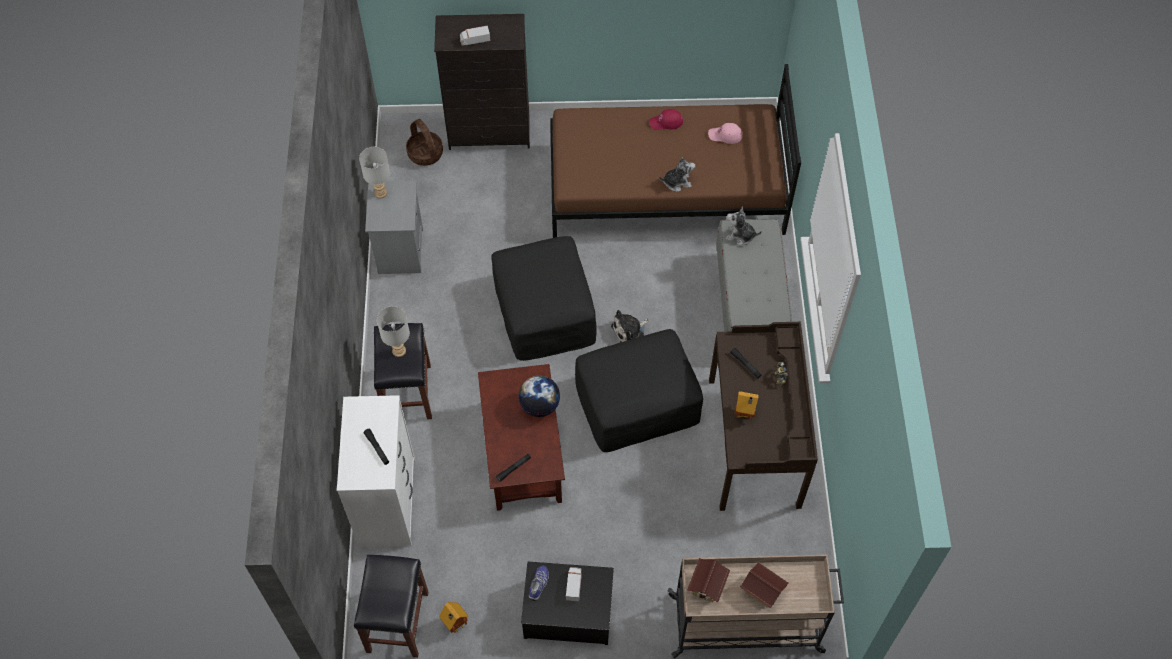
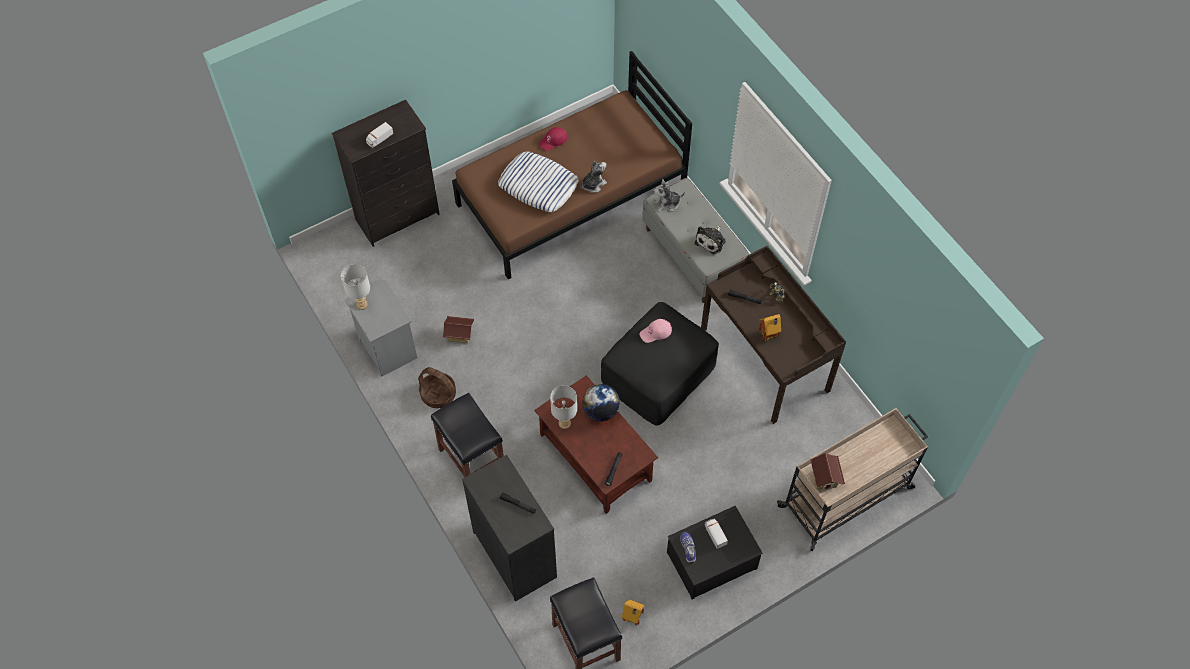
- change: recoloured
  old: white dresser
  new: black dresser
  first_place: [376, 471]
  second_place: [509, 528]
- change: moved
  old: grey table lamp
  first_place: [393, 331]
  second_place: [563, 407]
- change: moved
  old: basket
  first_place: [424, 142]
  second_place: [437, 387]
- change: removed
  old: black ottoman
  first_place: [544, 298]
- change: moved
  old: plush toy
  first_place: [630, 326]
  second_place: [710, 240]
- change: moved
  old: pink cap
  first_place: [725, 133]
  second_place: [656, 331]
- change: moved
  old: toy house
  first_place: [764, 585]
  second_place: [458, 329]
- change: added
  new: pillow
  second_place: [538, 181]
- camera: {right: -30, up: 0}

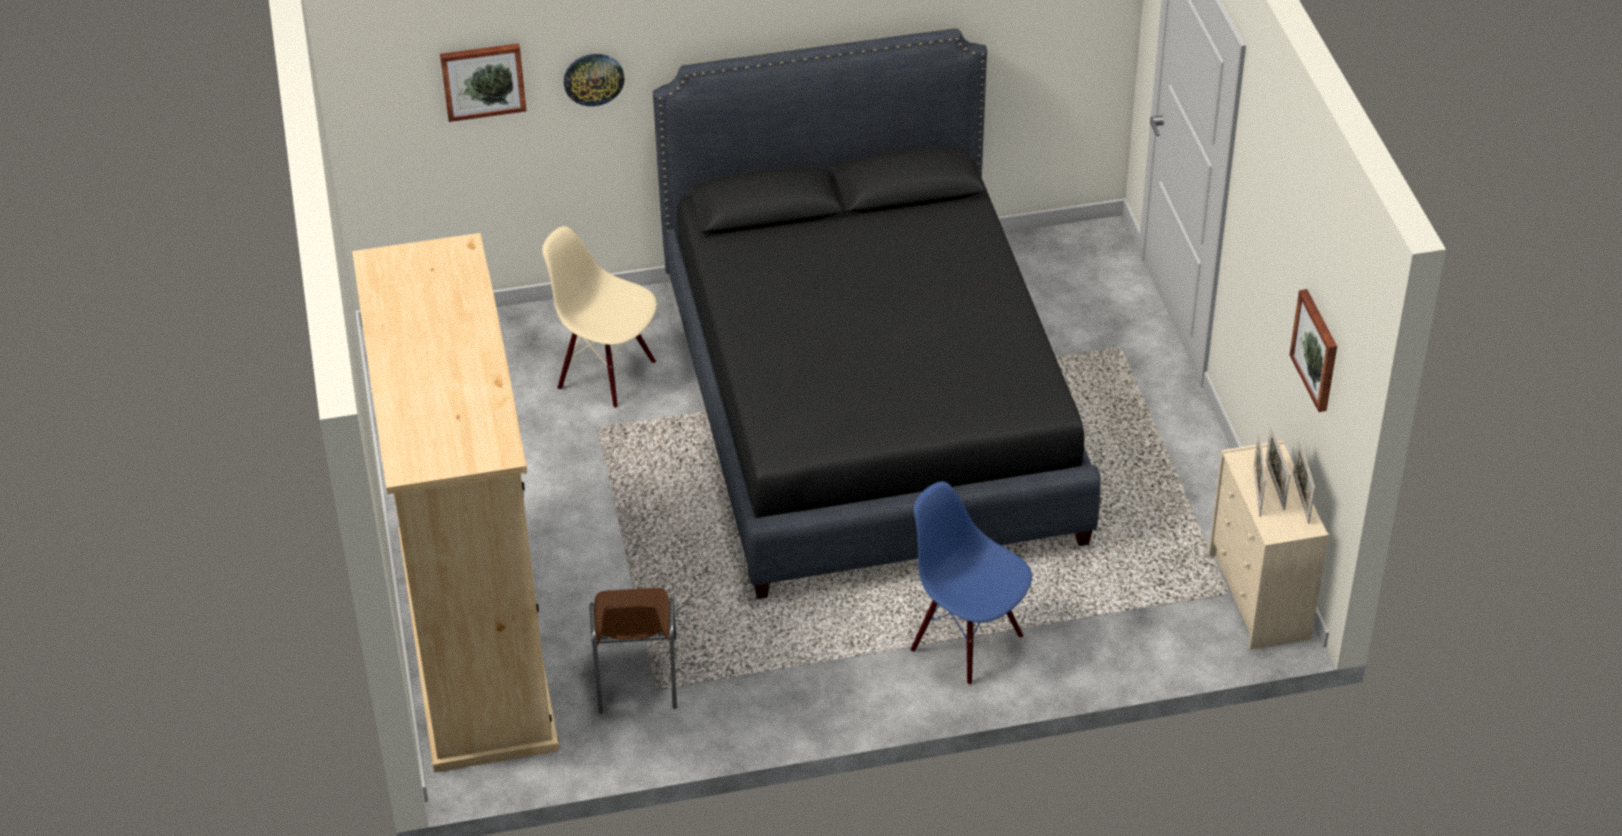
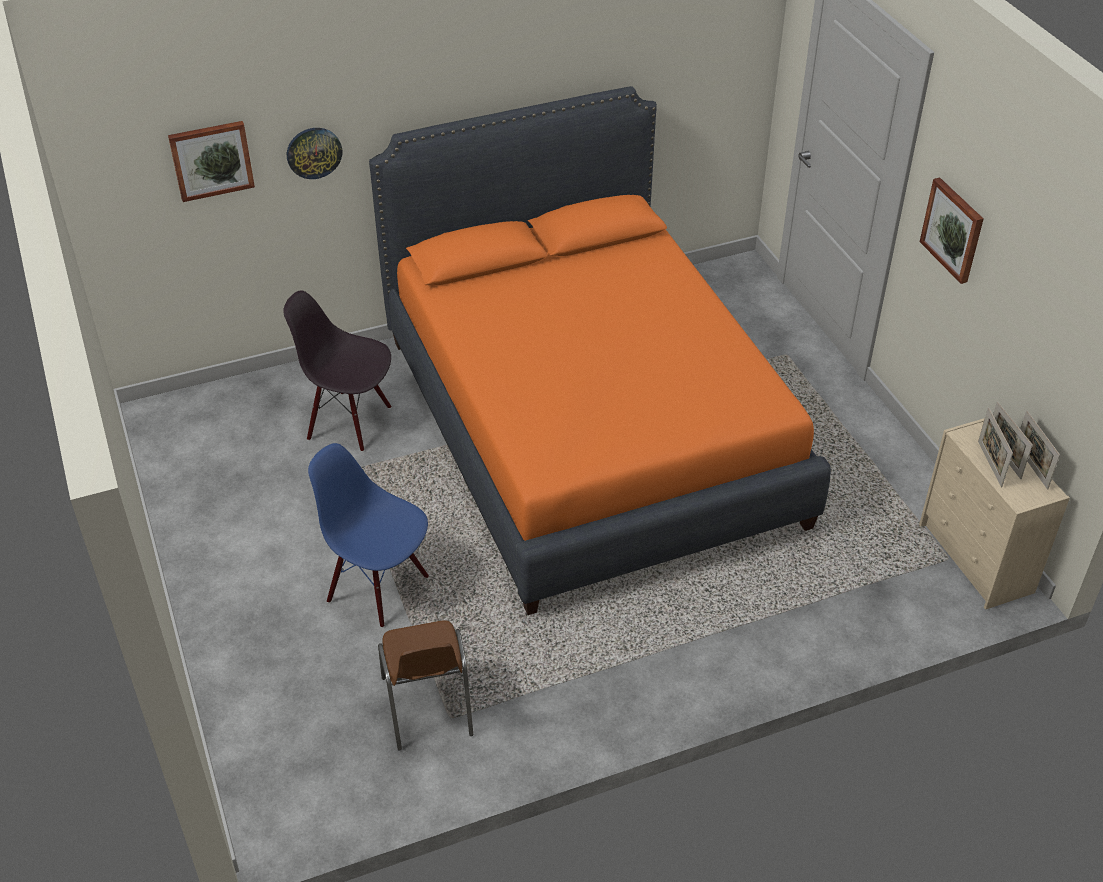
- change: removed
  old: beige wardrobe
  first_place: [455, 502]
- change: recoloured
  old: beige chair
  new: black chair
  first_place: [599, 317]
  second_place: [337, 371]
- change: recoloured
  old: black bed
  new: orange bed
  first_place: [876, 313]
  second_place: [600, 350]
- change: moved
  old: blue chair
  first_place: [971, 583]
  second_place: [368, 535]
- change: moved
  old: picture
  first_place: [1313, 350]
  second_place: [951, 230]
- camera: {right: -10, up: 0}

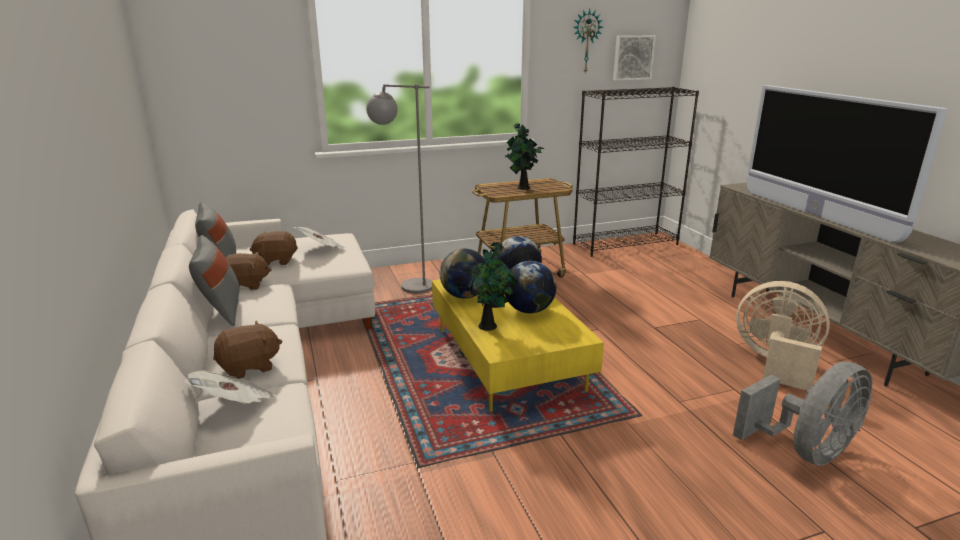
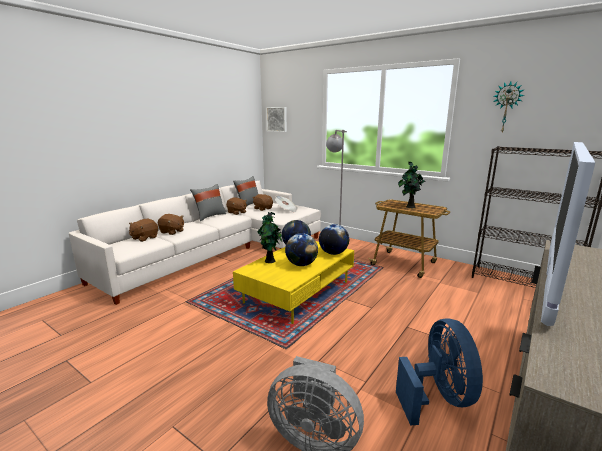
- change: replaced
  old: newspaper
  new: brown plush toy
  first_place: [230, 387]
  second_place: [143, 230]
- change: moved
  old: picture
  first_place: [634, 58]
  second_place: [276, 119]
- change: recoloured
  old: beige fan
  new: blue fan
  first_place: [783, 336]
  second_place: [439, 372]
- camera: {right: 55, up: -5}

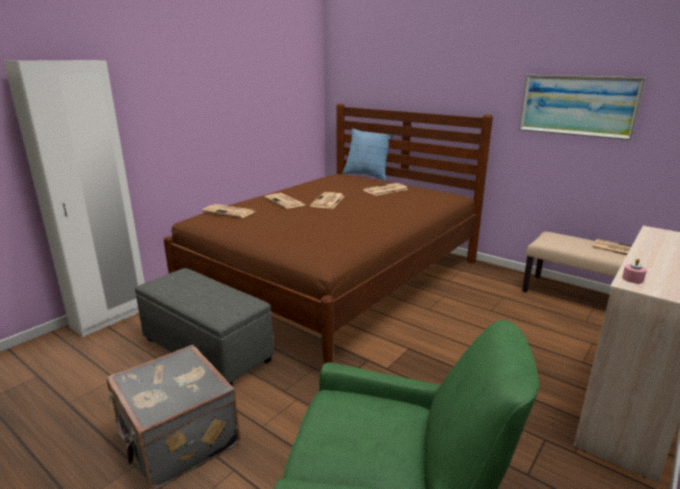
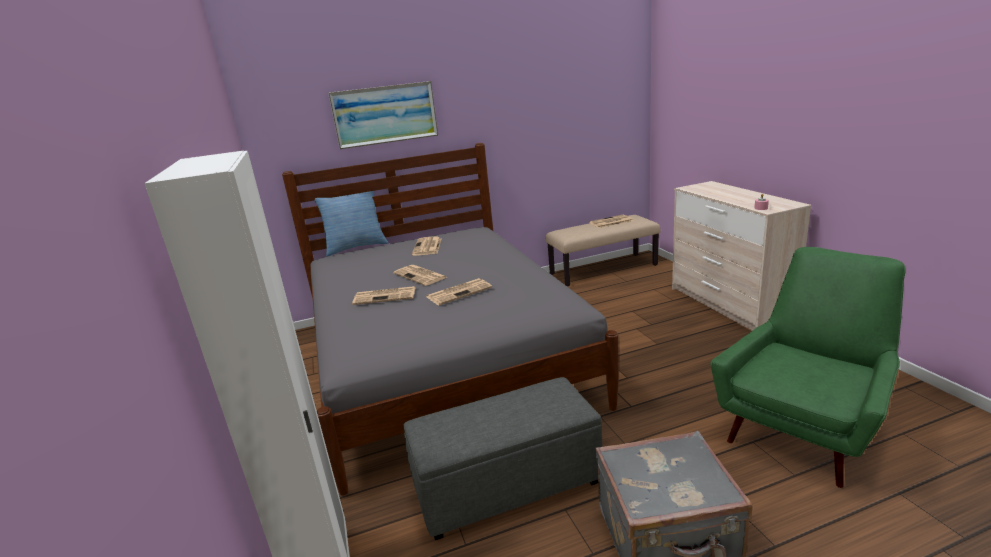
- change: recoloured
  old: brown bed
  new: grey bed
  first_place: [328, 233]
  second_place: [450, 319]
- change: moved
  old: newspaper
  first_place: [229, 211]
  second_place: [459, 291]
- change: moved
  old: picture
  first_place: [582, 107]
  second_place: [383, 115]
- camera: {right: -55, up: 0}

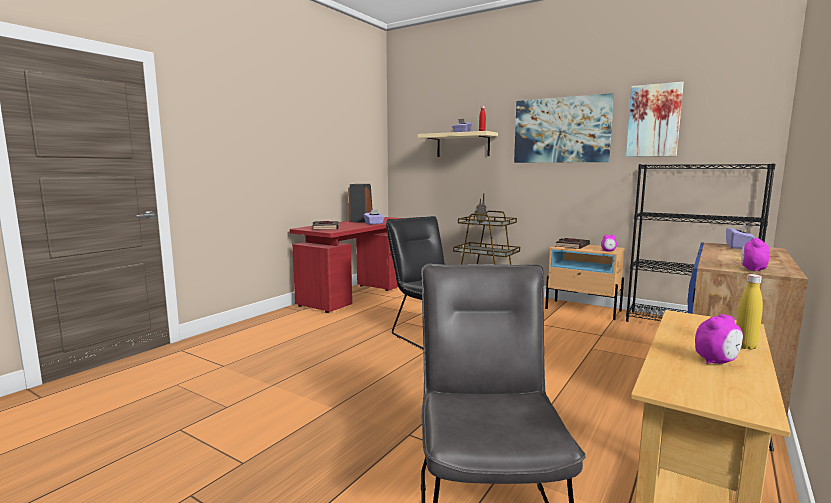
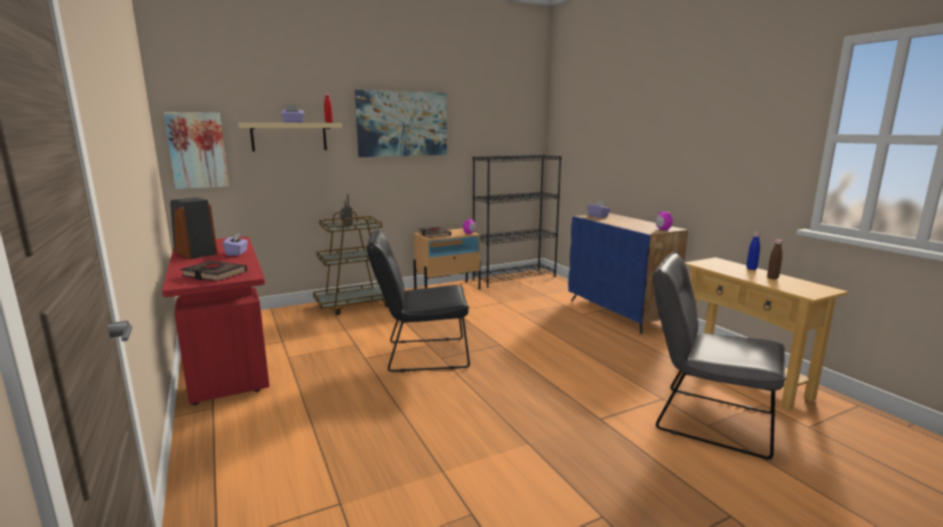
- change: moved
  old: picture
  first_place: [655, 119]
  second_place: [196, 150]
- change: replaced
  old: alarm clock
  new: brown bottle
  first_place: [719, 339]
  second_place: [774, 259]
- change: recoloured
  old: yellow bottle
  new: blue bottle
  first_place: [749, 312]
  second_place: [753, 251]
- camera: {right: -60, up: 5}

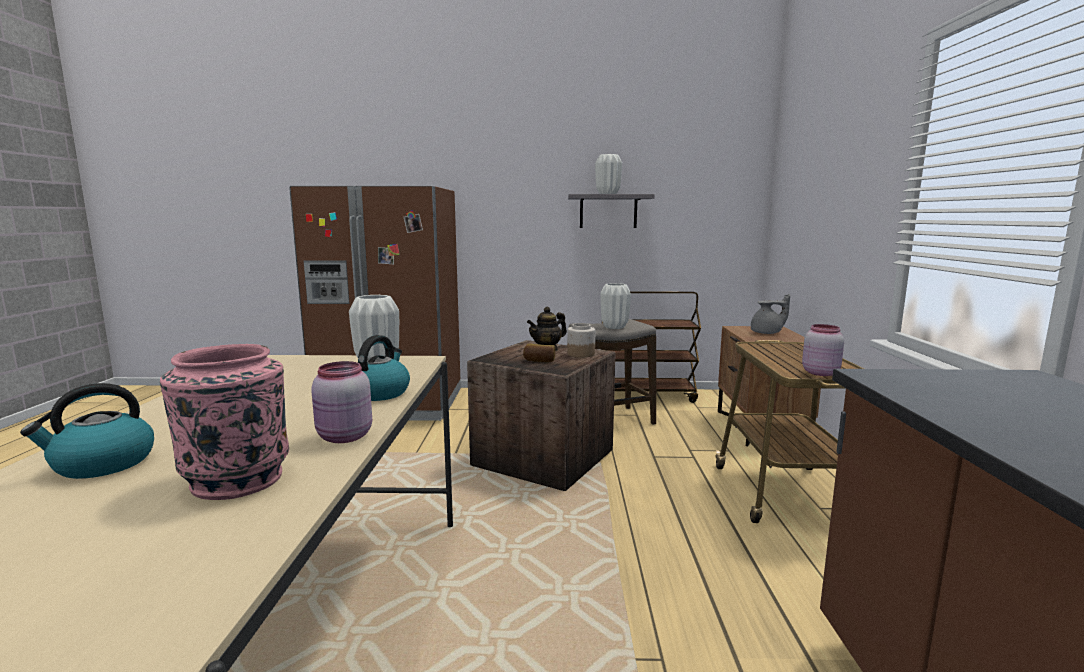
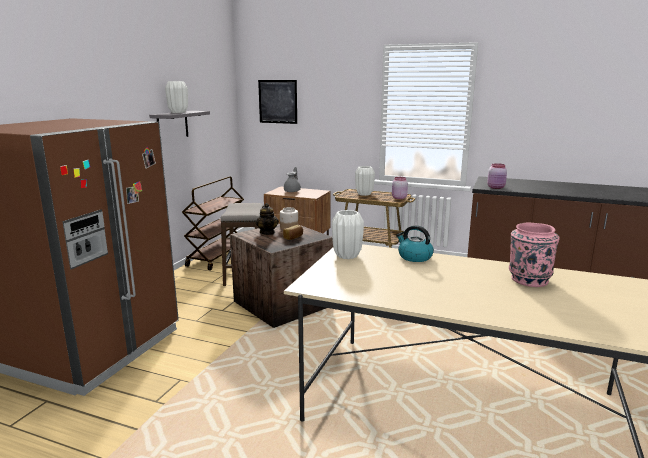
- change: removed
  old: kettle
  first_place: [87, 431]
- change: moved
  old: pink jar
  first_place: [341, 402]
  second_place: [497, 176]
- change: moved
  old: white vase
  first_place: [616, 306]
  second_place: [365, 181]
- change: added
  new: picture
  second_place: [277, 102]
- camera: {right: -70, up: 5}

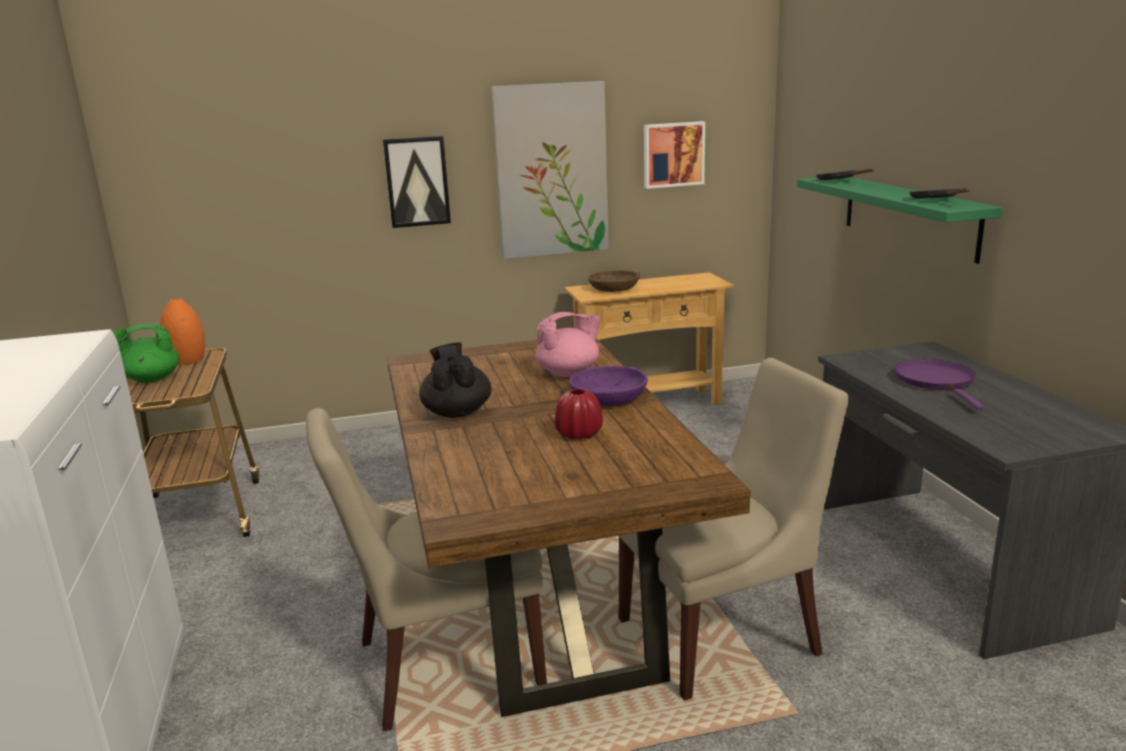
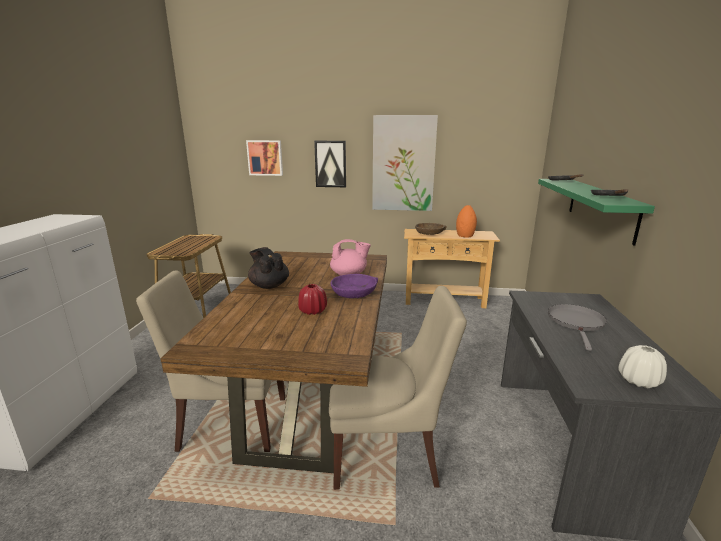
- change: removed
  old: green teapot
  first_place: [146, 353]
- change: moved
  old: orange vase
  first_place: [182, 331]
  second_place: [466, 221]
- change: turned
  old: black teapot
  first_place: [455, 380]
  second_place: [268, 268]
  degrees: -45
- change: moved
  old: picture
  first_place: [674, 155]
  second_place: [264, 158]
- change: recoloured
  old: purple frying pan
  new: grey frying pan
  first_place: [939, 384]
  second_place: [577, 327]
- change: added
  new: white vase
  second_place: [642, 366]
- camera: {right: 20, up: 0}

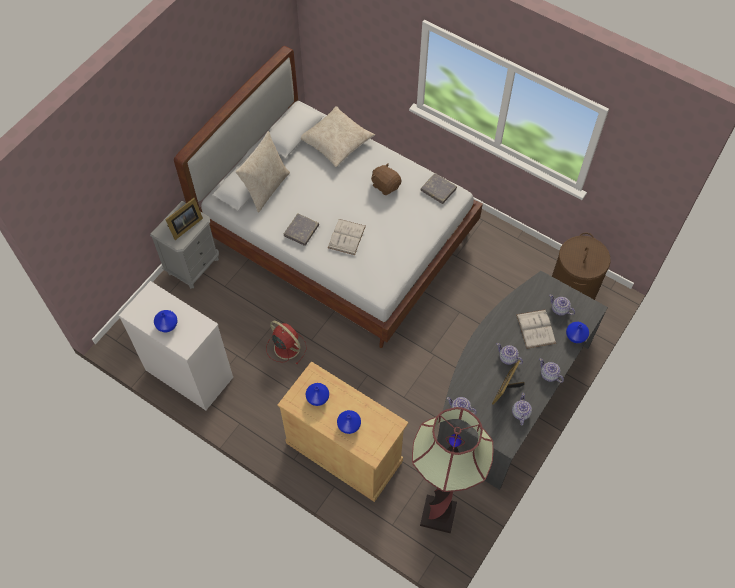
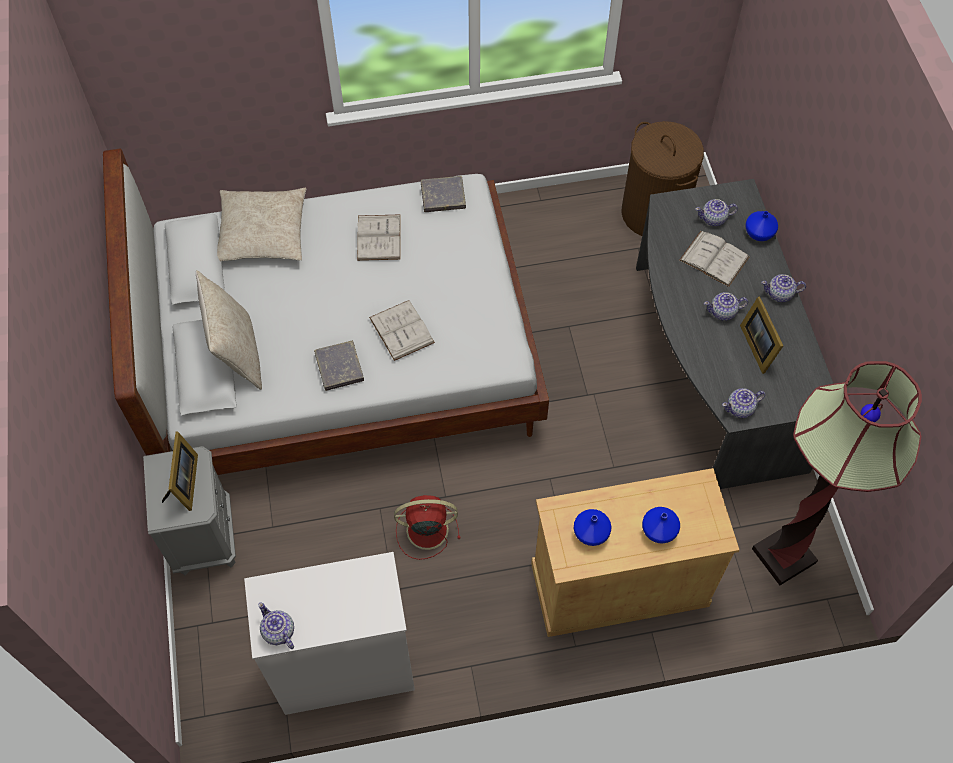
- change: removed
  old: blue vase
  first_place: [166, 321]
- change: replaced
  old: brown plush toy
  new: white book
  first_place: [386, 179]
  second_place: [379, 237]
- change: moved
  old: teapot
  first_place: [522, 409]
  second_place: [276, 625]
- camera: {right: -45, up: 0}

